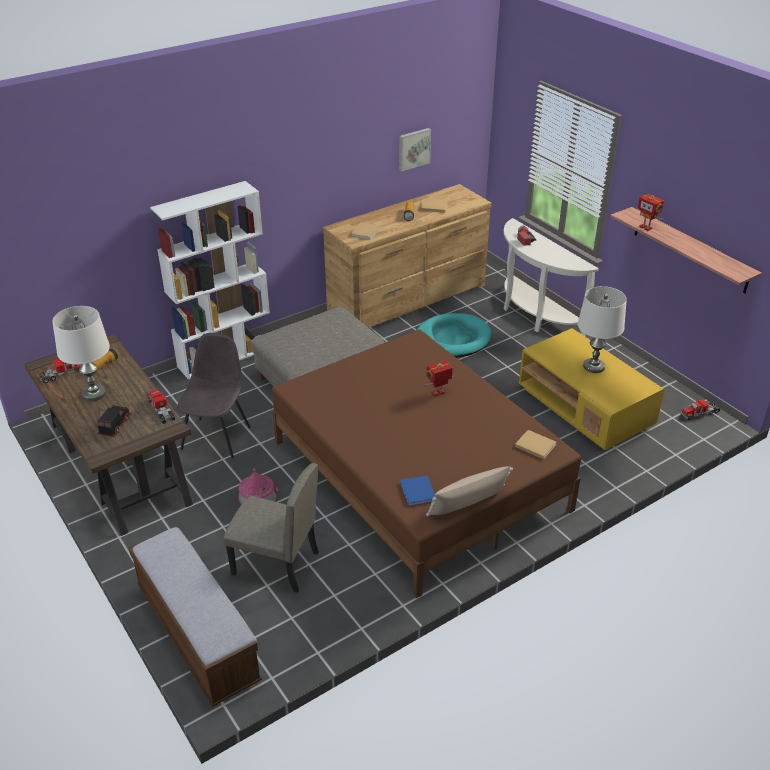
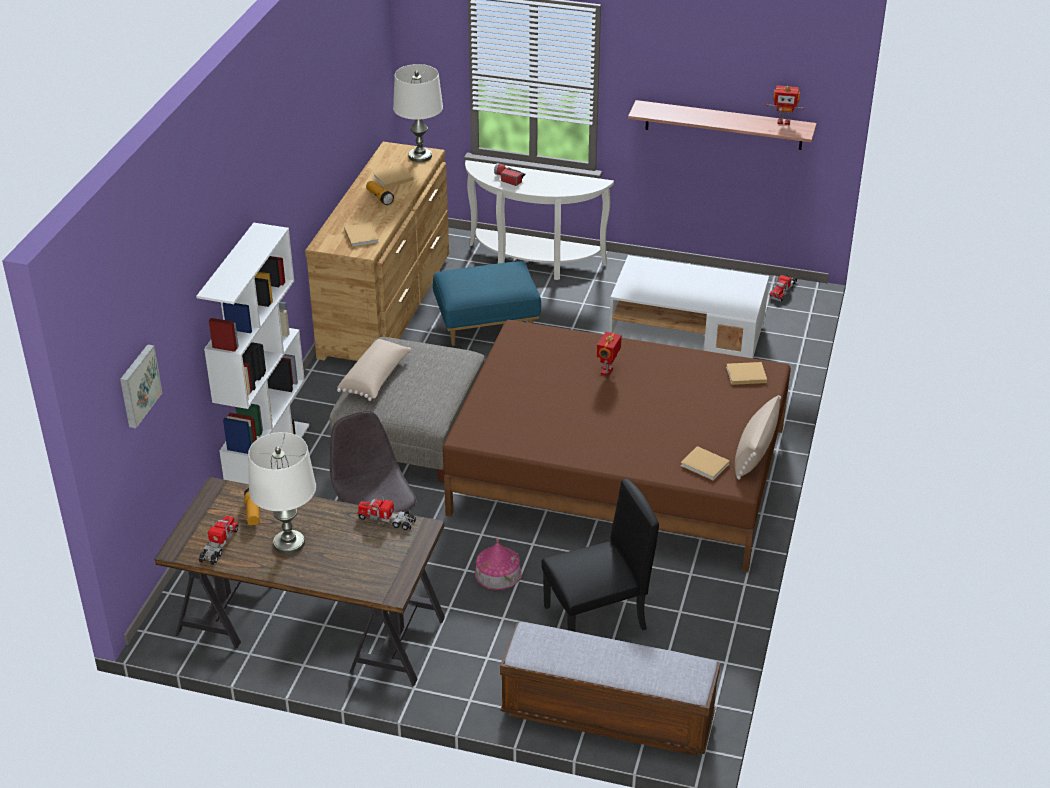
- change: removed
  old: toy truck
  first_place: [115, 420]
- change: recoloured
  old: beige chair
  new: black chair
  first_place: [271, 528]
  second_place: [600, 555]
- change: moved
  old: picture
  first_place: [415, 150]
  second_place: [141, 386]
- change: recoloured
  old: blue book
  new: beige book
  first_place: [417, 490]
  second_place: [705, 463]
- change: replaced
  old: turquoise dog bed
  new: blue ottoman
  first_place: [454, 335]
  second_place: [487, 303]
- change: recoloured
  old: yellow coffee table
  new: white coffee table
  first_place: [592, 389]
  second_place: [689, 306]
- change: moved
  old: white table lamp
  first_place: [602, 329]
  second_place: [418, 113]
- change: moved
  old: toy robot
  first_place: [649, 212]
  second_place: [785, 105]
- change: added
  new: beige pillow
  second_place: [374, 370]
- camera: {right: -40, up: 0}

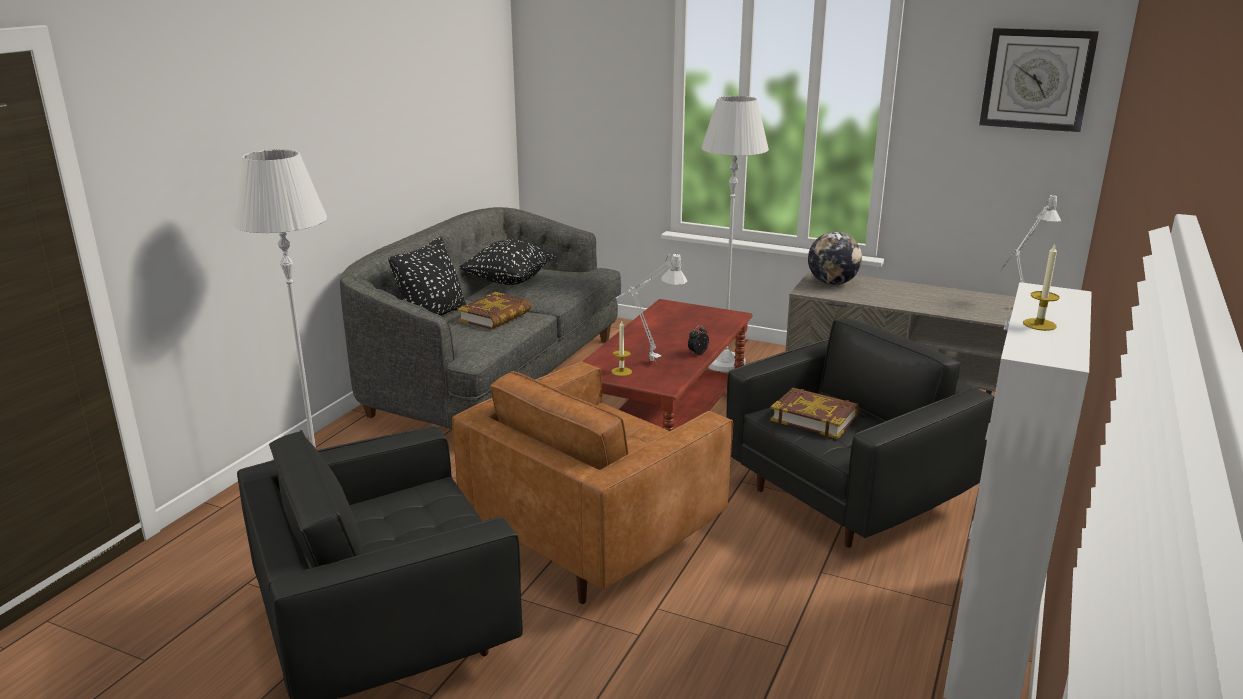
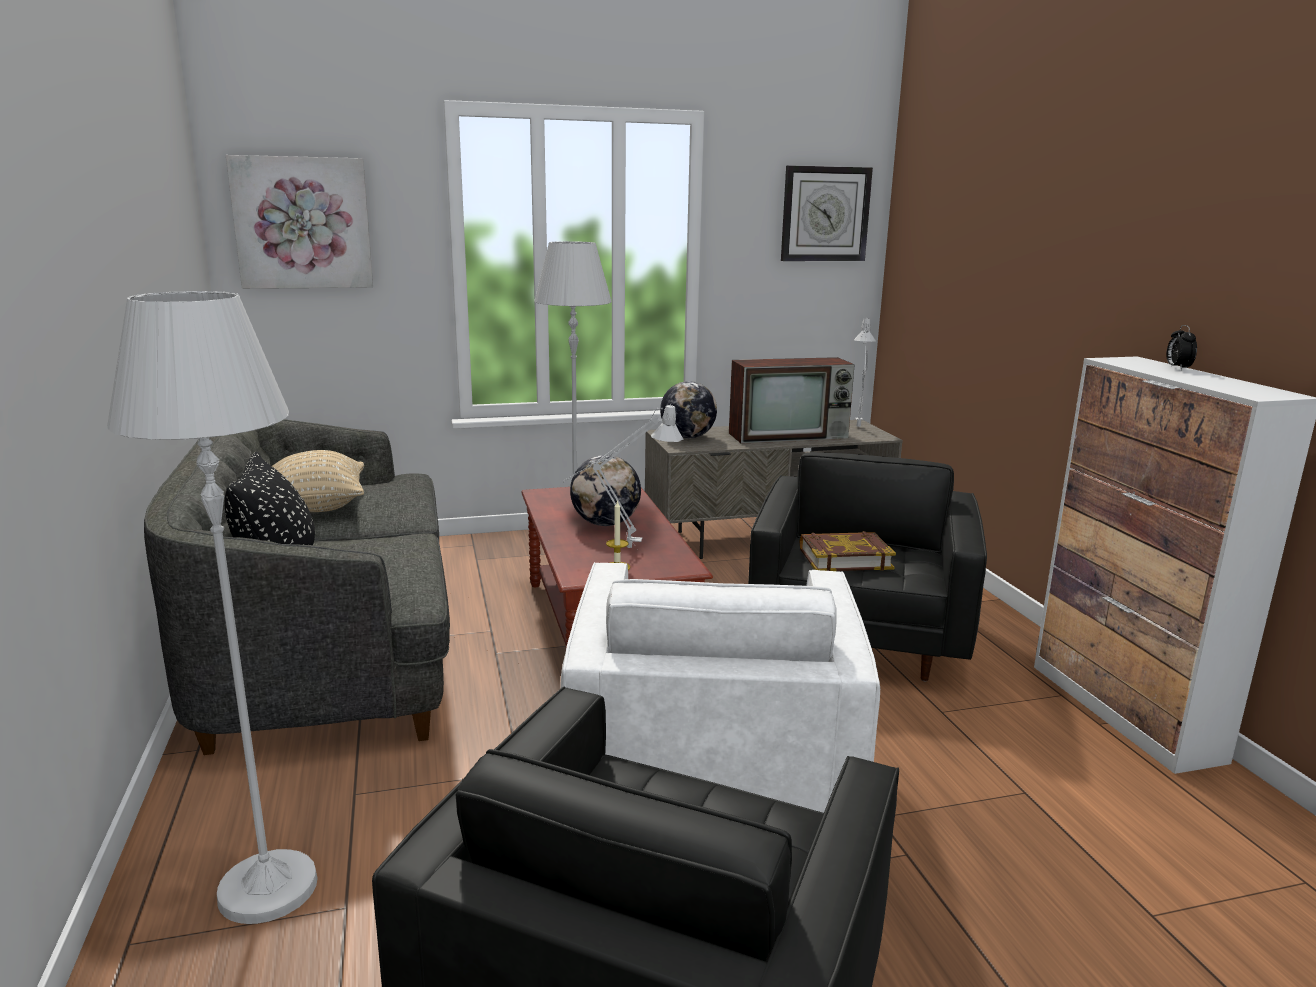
- change: recoloured
  old: brown armchair
  new: white armchair
  first_place: [592, 483]
  second_place: [720, 687]
- change: removed
  old: book
  first_place: [494, 310]
- change: recoloured
  old: black pillow
  new: beige pillow
  first_place: [507, 262]
  second_place: [318, 481]
- change: moved
  old: alarm clock
  first_place: [698, 339]
  second_place: [1181, 347]
- change: removed
  old: candle
  first_place: [1041, 287]
- change: added
  new: picture
  second_place: [299, 222]
- change: added
  new: globe
  second_place: [605, 490]
- change: added
  new: television
  second_place: [792, 400]
- camera: {right: -40, up: -5}

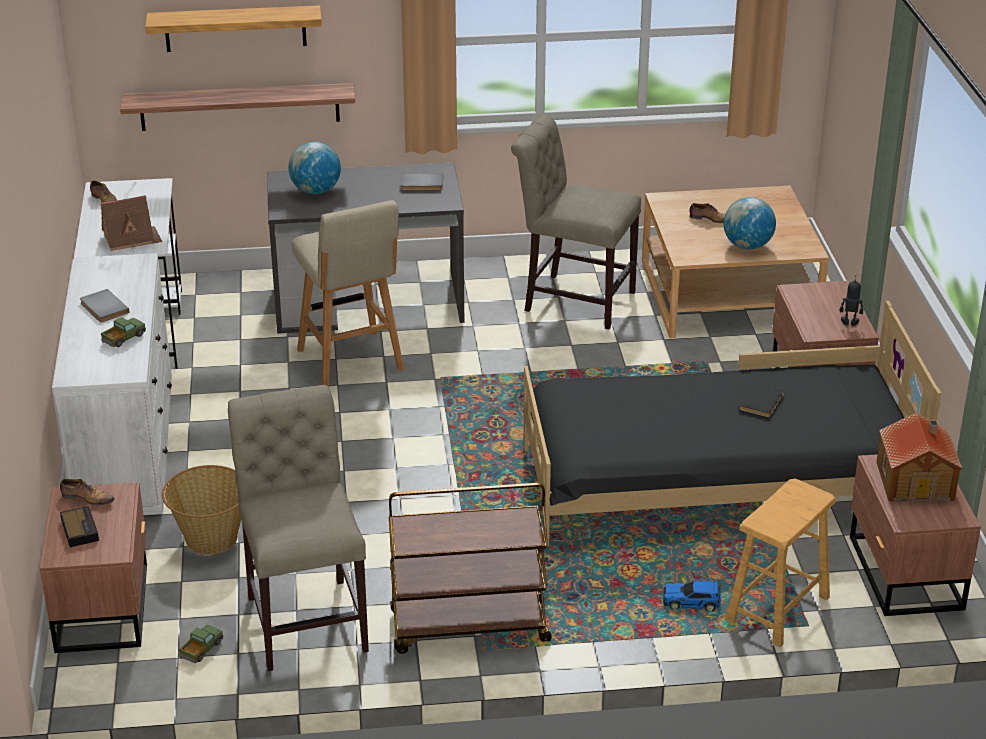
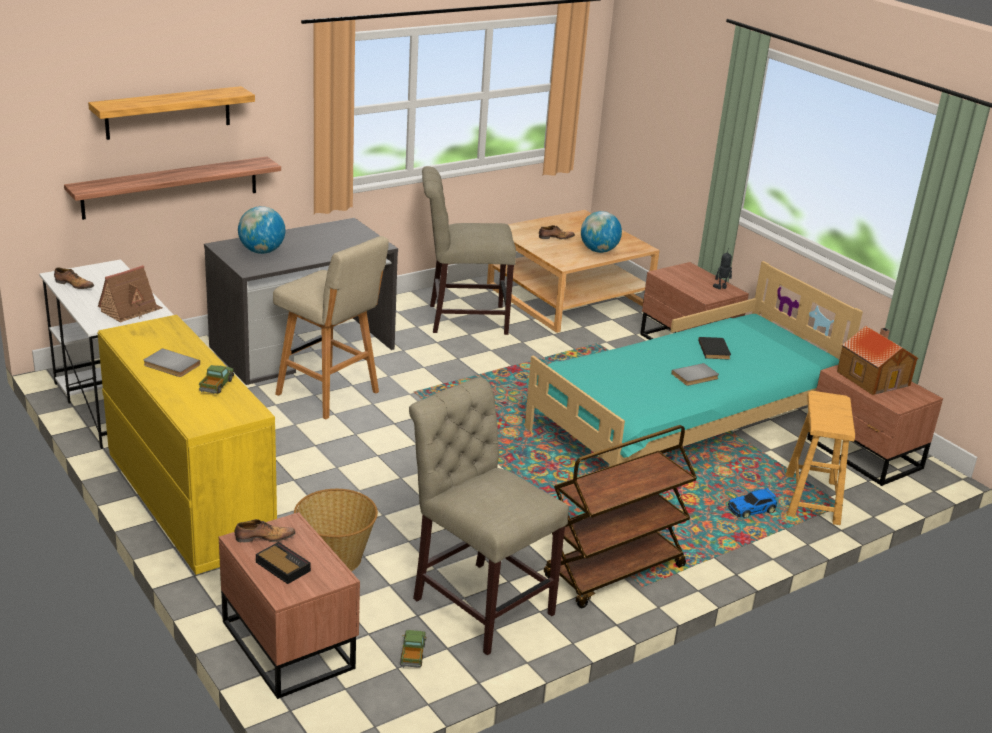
- change: recoloured
  old: white dresser
  new: yellow dresser
  first_place: [112, 384]
  second_place: [187, 445]
- change: moved
  old: grey book
  first_place: [422, 182]
  second_place: [695, 374]
- change: recoloured
  old: black bed
  new: turquoise bed
  first_place: [732, 423]
  second_place: [694, 364]
- camera: {right: -30, up: -5}

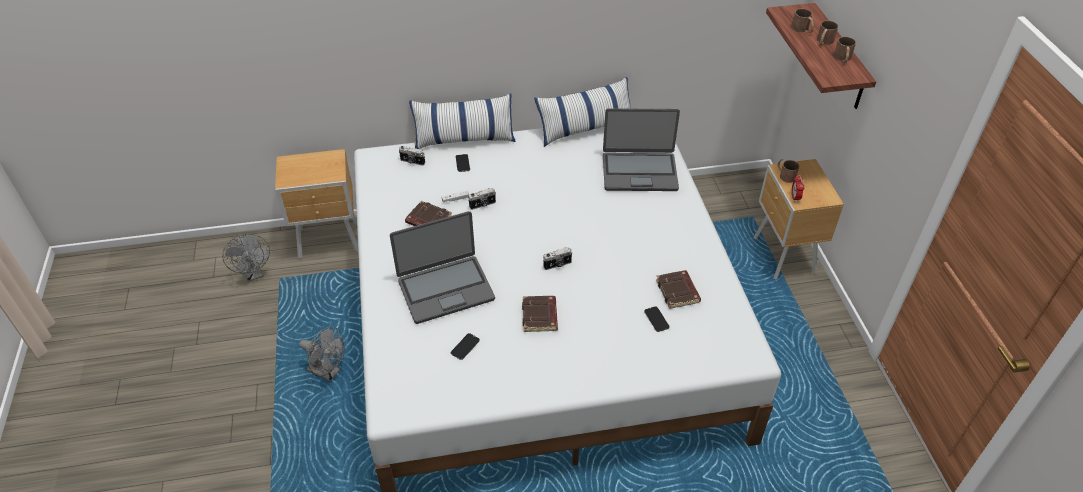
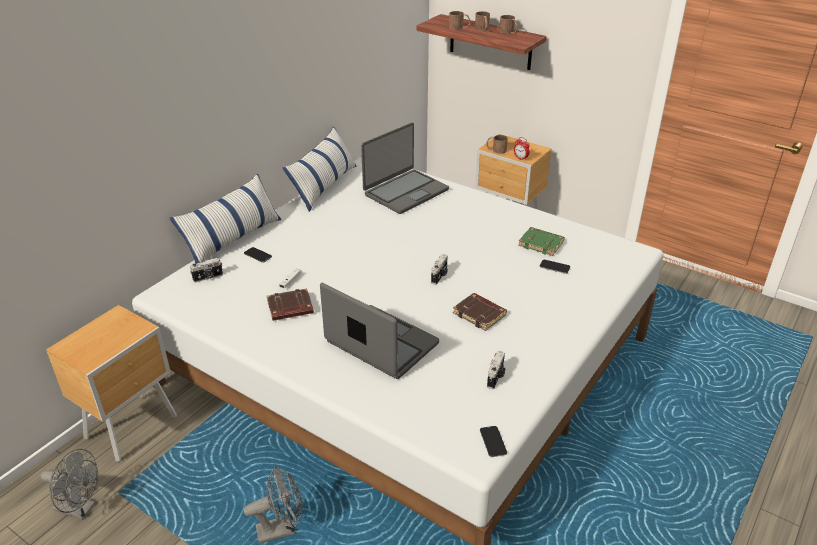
- change: turned
  old: laptop
  first_place: [442, 267]
  second_place: [379, 331]
  degrees: -75
- change: moved
  old: phone
  first_place: [465, 346]
  second_place: [493, 441]
- change: moved
  old: photo camera
  first_place: [482, 199]
  second_place: [496, 370]
- change: recoloured
  old: brown book
  new: green book
  first_place: [678, 289]
  second_place: [541, 241]
- camera: {right: -45, up: -10}

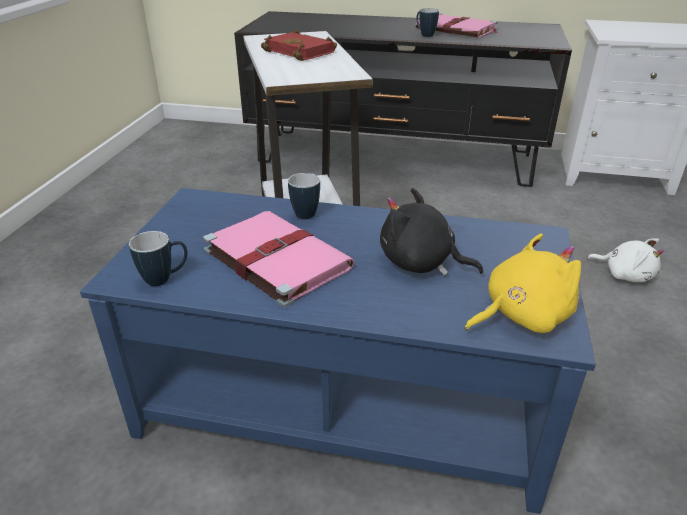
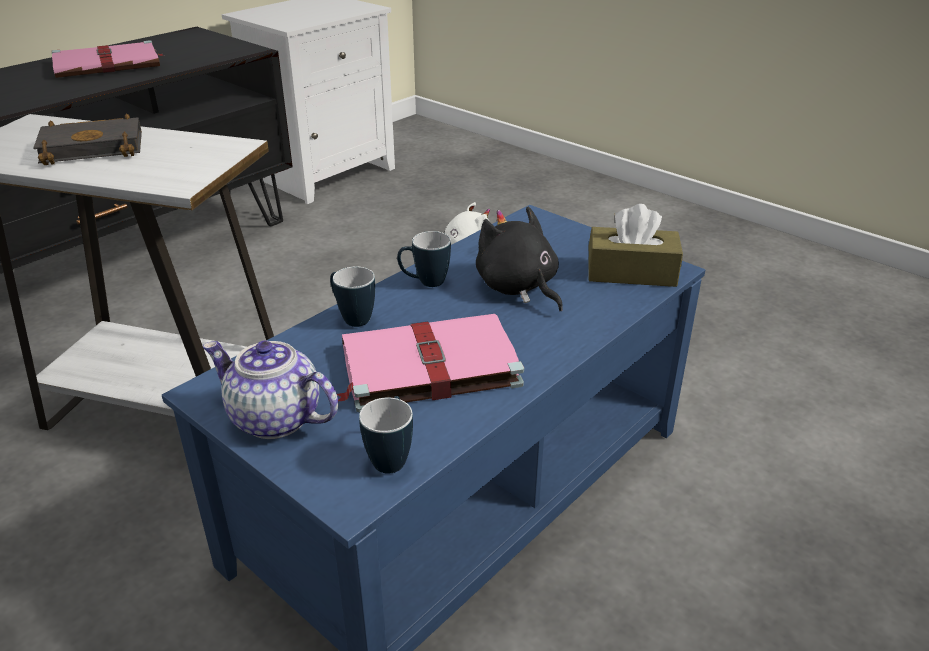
- change: recoloured
  old: red book
  new: black book
  first_place: [299, 45]
  second_place: [87, 139]
- change: turned
  old: black plush toy
  first_place: [431, 232]
  second_place: [519, 259]
  degrees: 90
- change: moved
  old: mug
  first_place: [427, 22]
  second_place: [424, 259]
- change: replaced
  old: yellow plush toy
  new: brown tissue box
  first_place: [523, 283]
  second_place: [635, 245]
- change: added
  new: teapot
  second_place: [271, 390]
- camera: {right: -60, up: 0}

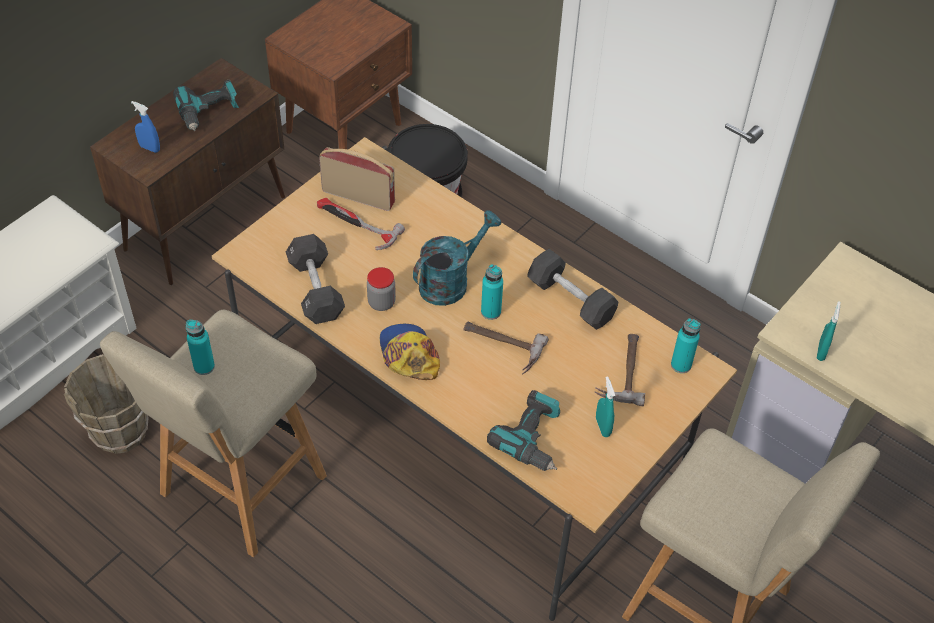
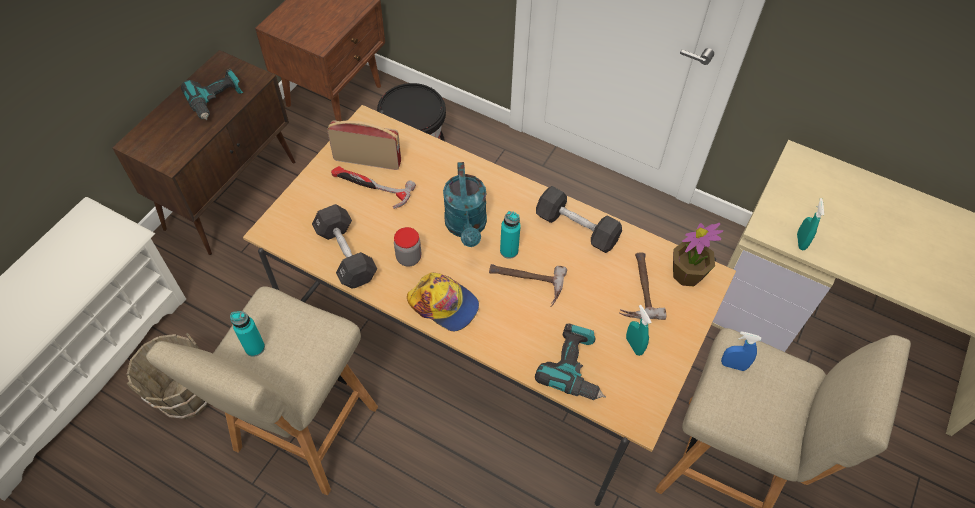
- change: moved
  old: blue spray bottle
  first_place: [145, 127]
  second_place: [741, 351]
- change: turned
  old: cap
  first_place: [410, 352]
  second_place: [443, 302]
  degrees: 150
- change: turned
  old: turquoise watering can
  first_place: [457, 258]
  second_place: [465, 204]
  degrees: 135
- change: replaced
  old: turquoise bottle
  new: potted plant
  first_place: [685, 345]
  second_place: [698, 254]
- camera: {right: -10, up: 5}

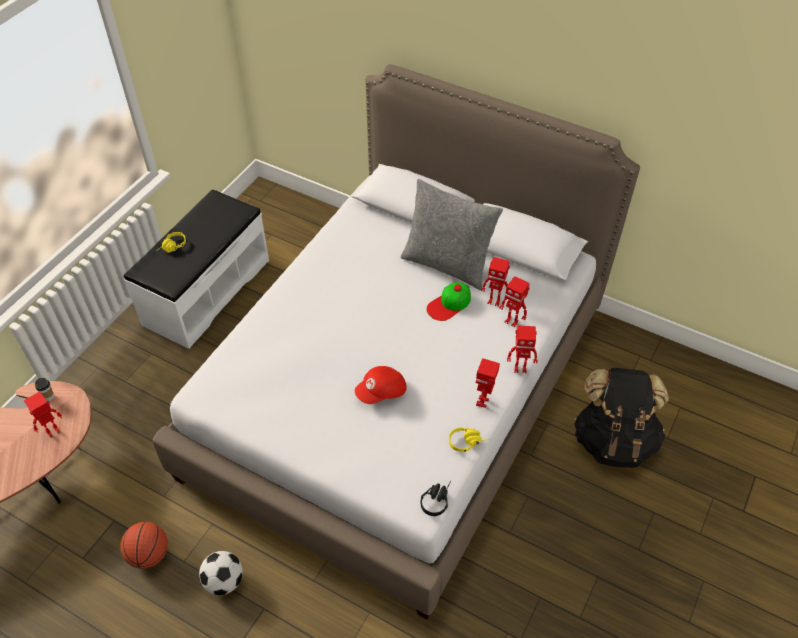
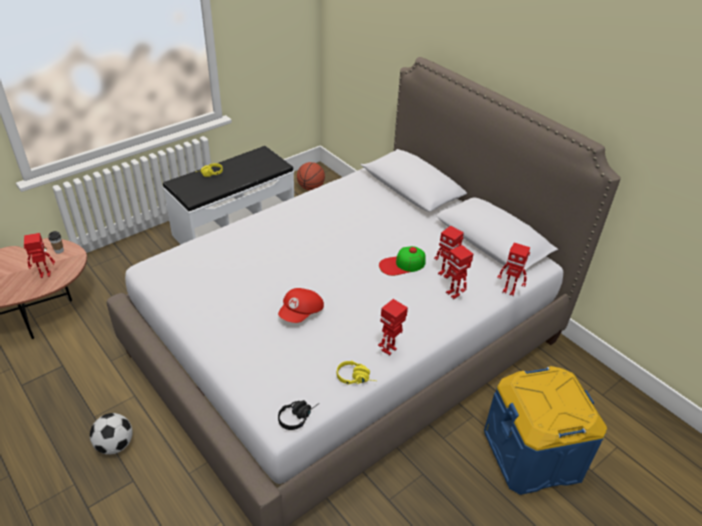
- change: moved
  old: basketball
  first_place: [144, 545]
  second_place: [311, 176]
- change: turned
  old: red cap
  first_place: [380, 385]
  second_place: [301, 305]
  degrees: -45
- change: removed
  old: grey pillow
  first_place: [452, 234]
- change: moved
  old: toy robot
  first_place: [522, 349]
  second_place: [513, 269]
- change: replaced
  old: black backpack
  new: blue storage box
  first_place: [621, 418]
  second_place: [545, 430]
- camera: {right: 20, up: -10}

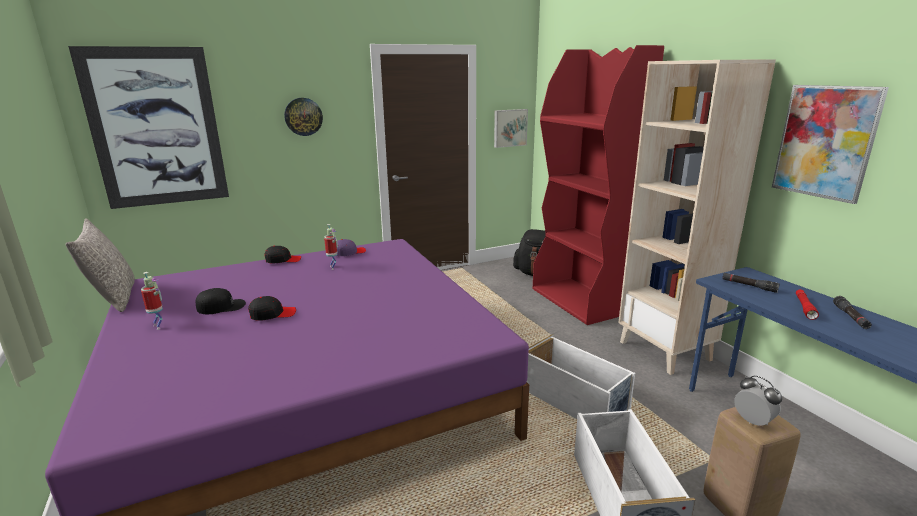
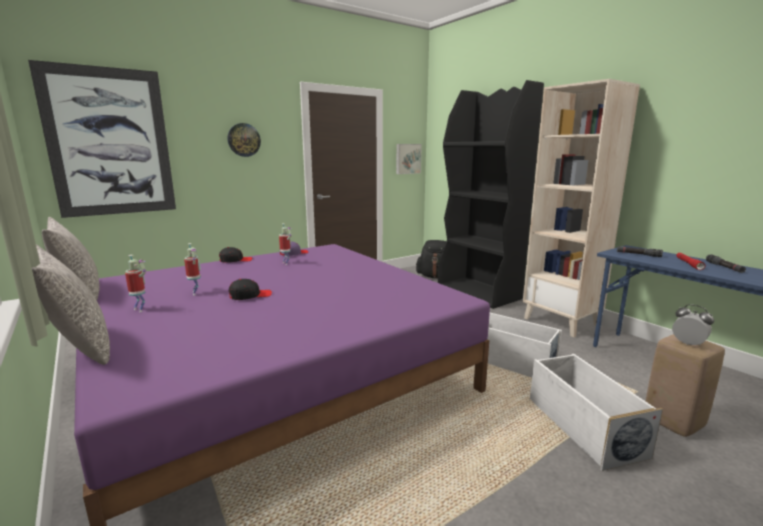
- change: replaced
  old: black cap
  new: toy robot
  first_place: [221, 301]
  second_place: [192, 269]
- change: recoloured
  old: red bookcase
  new: black bookcase
  first_place: [598, 185]
  second_place: [491, 194]
- change: removed
  old: picture
  first_place: [830, 144]
- change: added
  new: grey pillow
  second_place: [71, 304]
- camera: {right: -10, up: -5}

